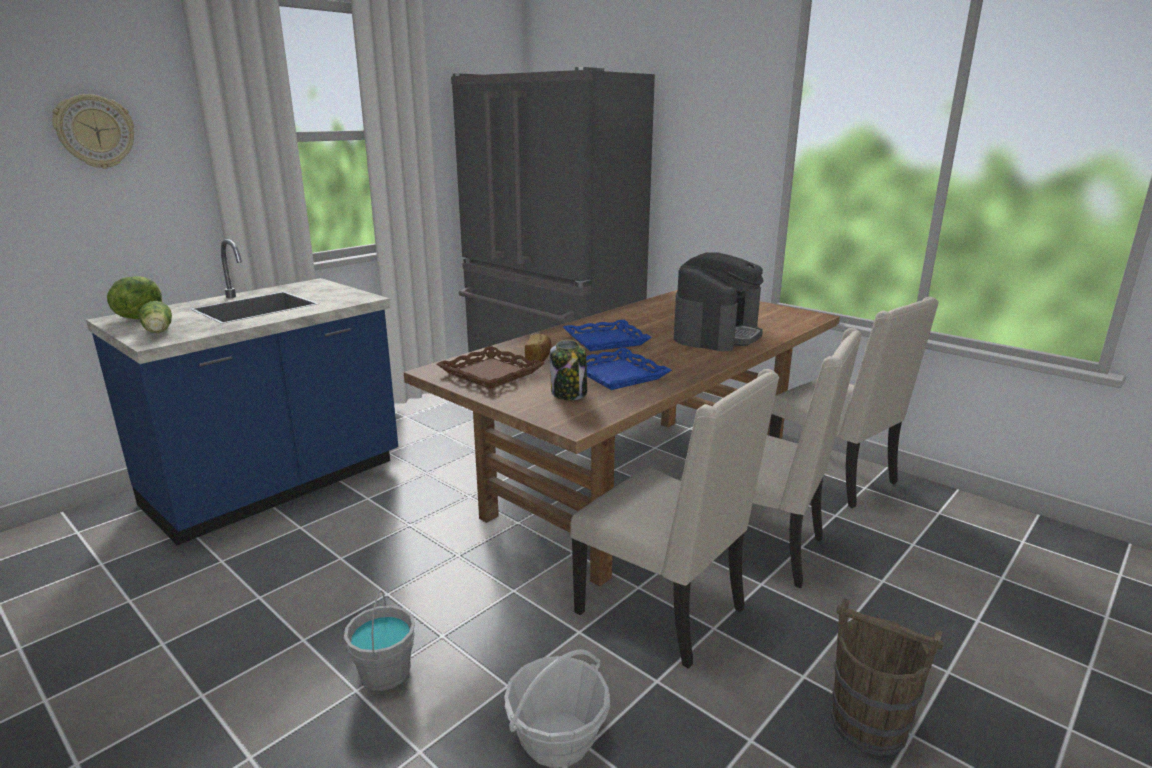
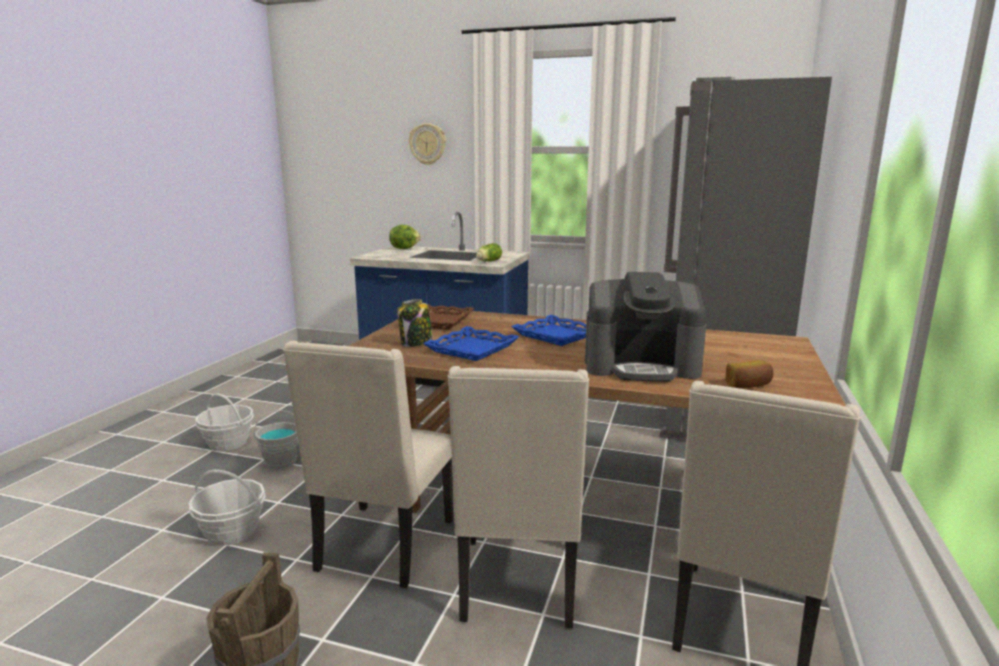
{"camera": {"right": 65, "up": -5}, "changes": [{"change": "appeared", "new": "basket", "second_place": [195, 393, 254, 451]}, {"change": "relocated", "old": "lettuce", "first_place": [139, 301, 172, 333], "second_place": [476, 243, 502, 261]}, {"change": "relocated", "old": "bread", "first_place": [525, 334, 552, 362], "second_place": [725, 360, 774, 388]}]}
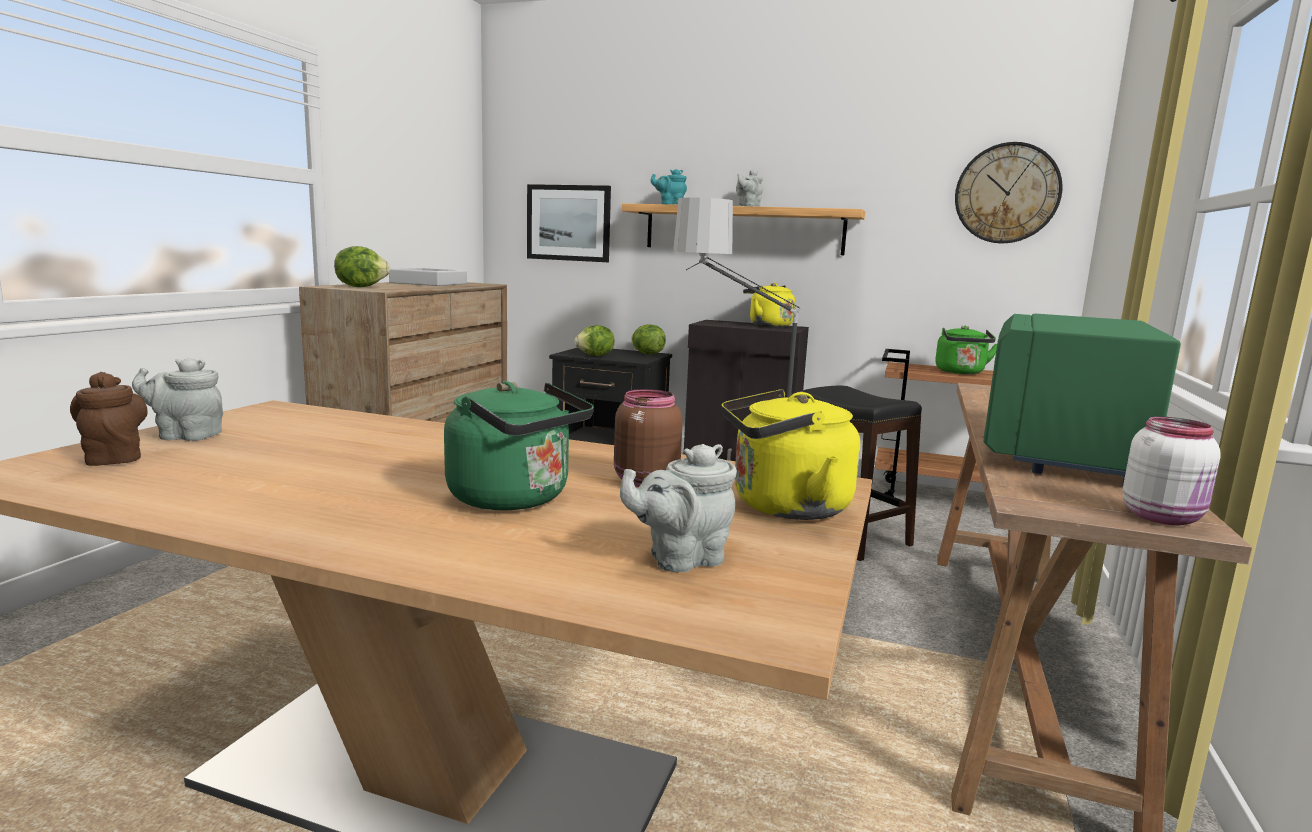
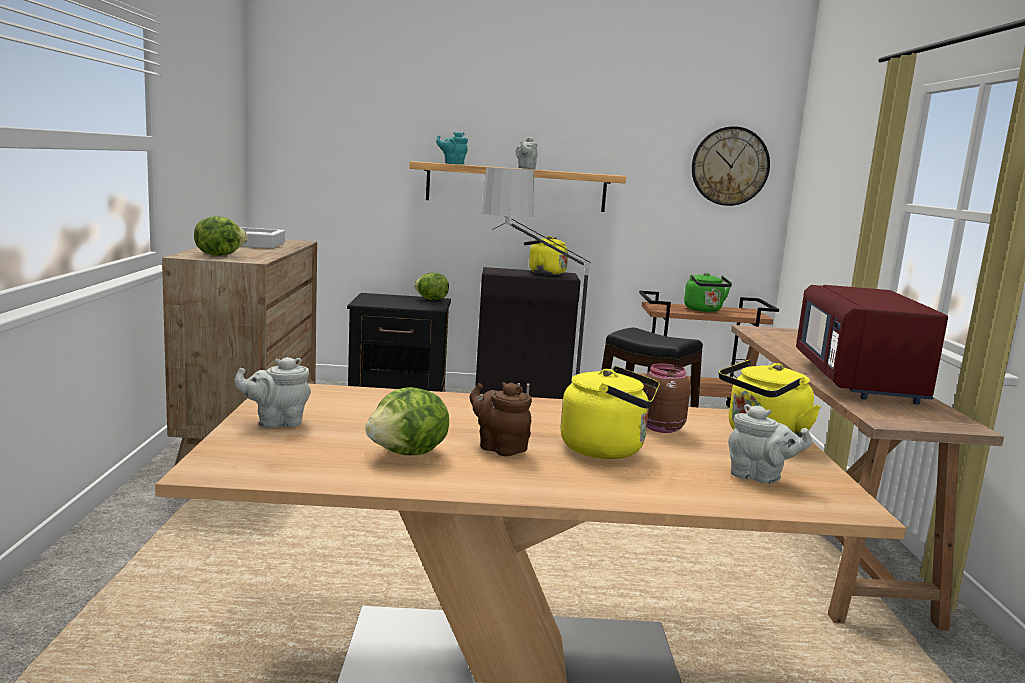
{"camera": {"right": -20, "up": 0}, "changes": [{"change": "relocated", "old": "lettuce", "first_place": [574, 325, 614, 356], "second_place": [365, 387, 449, 455]}, {"change": "relocated", "old": "teapot (brown)", "first_place": [70, 372, 148, 466], "second_place": [469, 382, 532, 456]}, {"change": "colour", "old": "kettle (green)", "new": "kettle (yellow)", "first_place": [444, 381, 594, 510], "second_place": [561, 366, 660, 459]}, {"change": "spun", "old": "teapot (grey)", "first_place": [620, 444, 737, 572], "second_place": [728, 404, 812, 484], "degrees": -105}, {"change": "colour", "old": "microwave (green)", "new": "microwave (red)", "first_place": [983, 314, 1181, 485], "second_place": [796, 285, 948, 405]}, {"change": "missing", "old": "picture", "first_place": [527, 184, 611, 262]}, {"change": "missing", "old": "jar (white)", "first_place": [1123, 416, 1221, 525]}]}
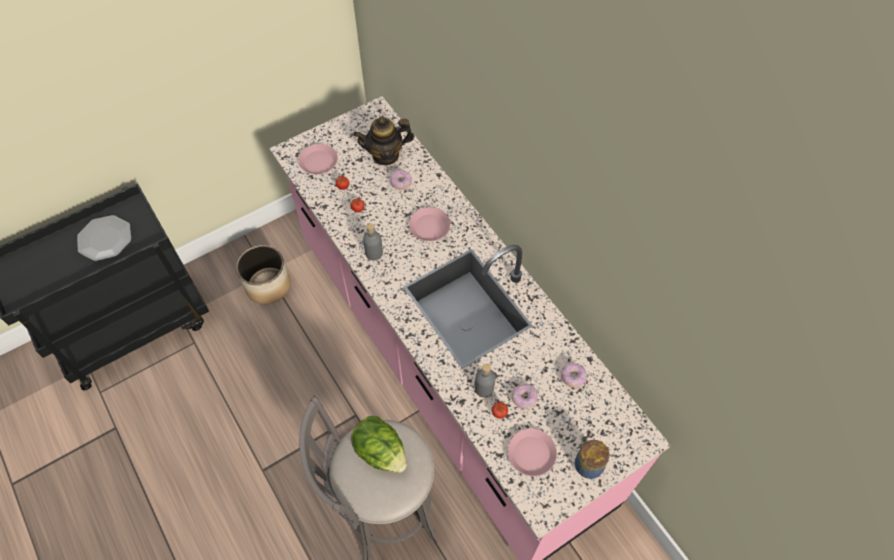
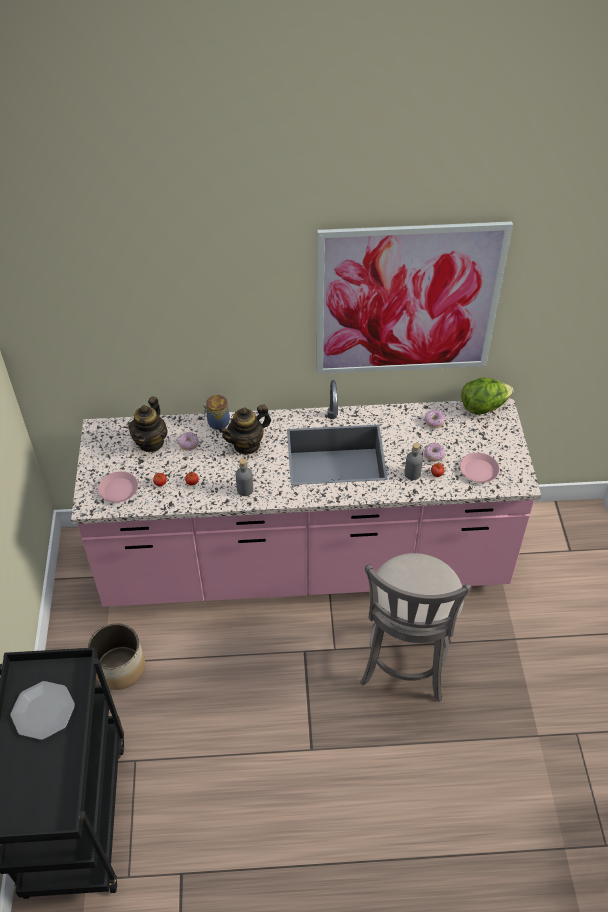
{"camera": {"right": -60, "up": -10}, "changes": [{"change": "relocated", "old": "jar", "first_place": [575, 439, 609, 479], "second_place": [203, 395, 230, 430]}, {"change": "exchanged", "old": "plate (pink)", "new": "teapot", "first_place": [409, 207, 450, 241], "second_place": [219, 405, 271, 455]}, {"change": "appeared", "new": "picture", "second_place": [317, 221, 513, 374]}, {"change": "relocated", "old": "lettuce", "first_place": [351, 416, 407, 473], "second_place": [462, 378, 514, 415]}]}
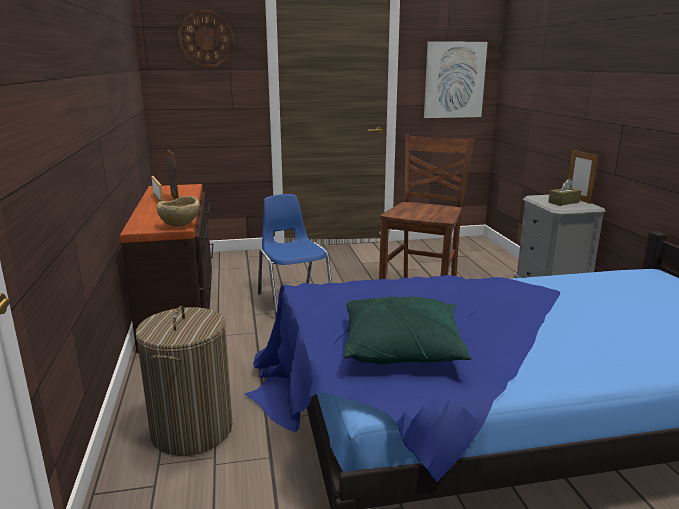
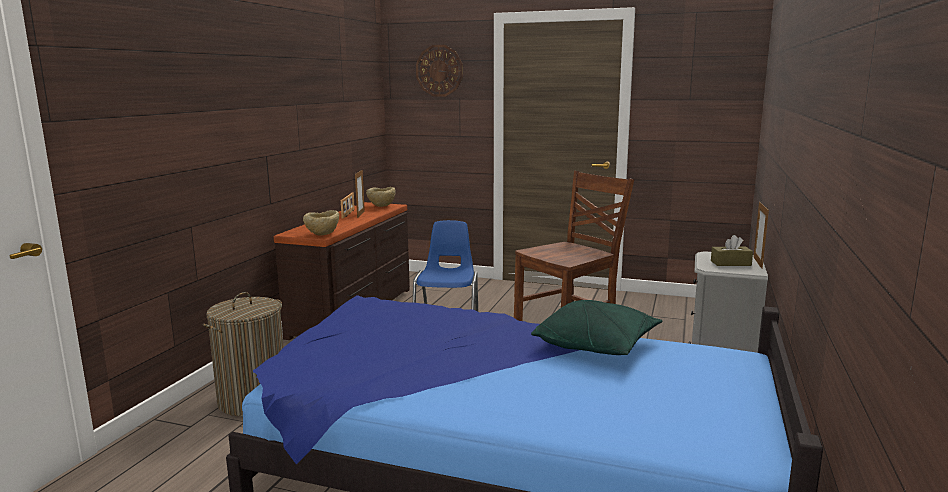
{"camera": {"right": 30, "up": -5}, "changes": [{"change": "appeared", "new": "bowl (beige)", "second_place": [366, 187, 395, 207]}, {"change": "relocated", "old": "pillow (green)", "first_place": [344, 297, 472, 364], "second_place": [531, 300, 663, 355]}, {"change": "missing", "old": "picture", "first_place": [424, 41, 488, 118]}]}
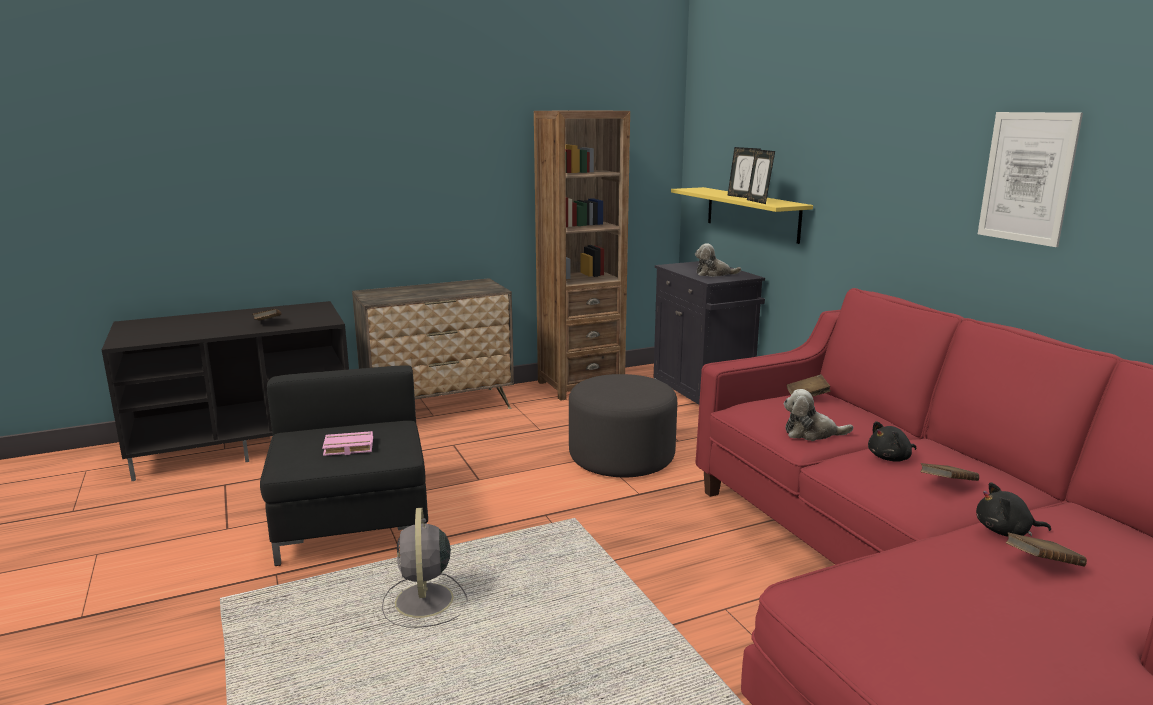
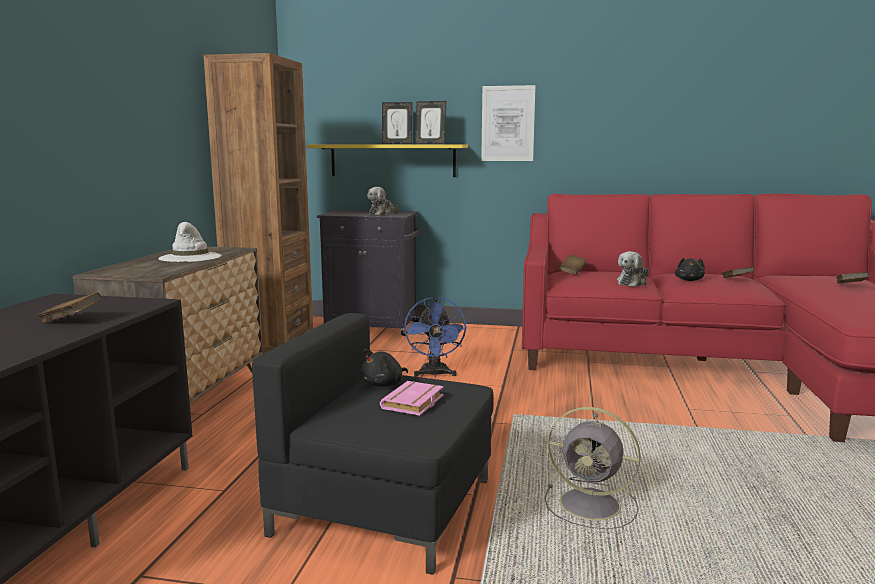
{"camera": {"right": -55, "up": -5}, "changes": [{"change": "appeared", "new": "hat (white)", "second_place": [158, 222, 222, 262]}, {"change": "relocated", "old": "plush toy (black)", "first_place": [976, 482, 1051, 537], "second_place": [361, 349, 408, 387]}, {"change": "exchanged", "old": "ottoman (grey)", "new": "fan (blue)", "first_place": [569, 374, 677, 477], "second_place": [404, 296, 467, 377]}, {"change": "relocated", "old": "picture", "first_place": [978, 112, 1083, 247], "second_place": [481, 85, 535, 161]}]}
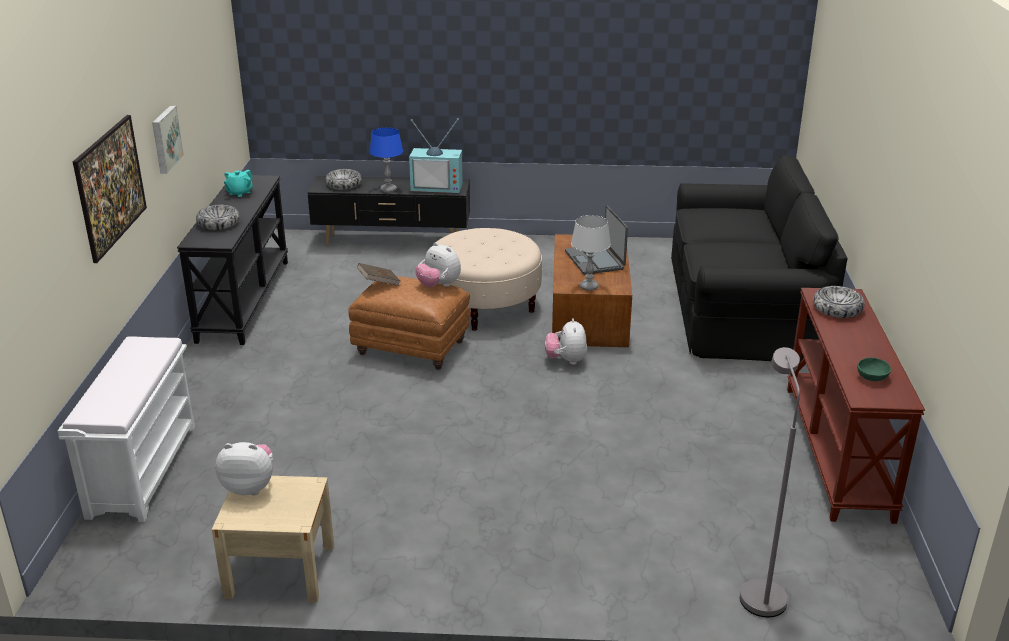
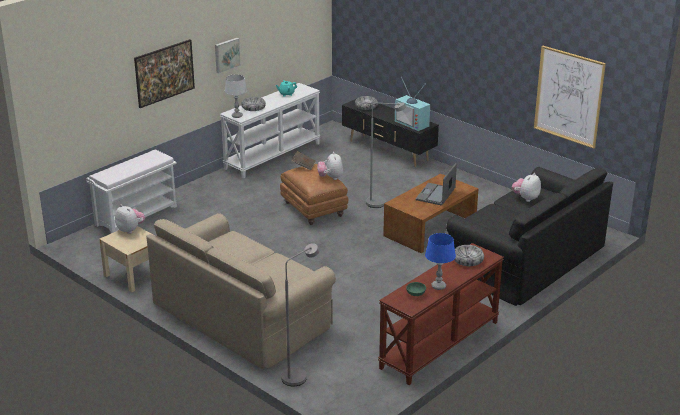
{"camera": {"right": 40, "up": 0}, "changes": [{"change": "appeared", "new": "sofa (beige)", "second_place": [146, 213, 336, 369]}, {"change": "colour", "old": "console table (black)", "new": "console table (white)", "first_place": [177, 175, 288, 345], "second_place": [220, 83, 320, 178]}, {"change": "relocated", "old": "table lamp (grey)", "first_place": [571, 215, 611, 291], "second_place": [225, 74, 247, 118]}, {"change": "exchanged", "old": "ottoman (beige)", "new": "floor lamp (grey)", "first_place": [436, 228, 543, 331], "second_place": [366, 102, 406, 208]}, {"change": "relocated", "old": "table lamp (blue)", "first_place": [369, 128, 403, 193], "second_place": [425, 233, 456, 290]}, {"change": "relocated", "old": "plush toy", "first_place": [545, 318, 587, 365], "second_place": [512, 173, 541, 202]}, {"change": "appeared", "new": "picture", "second_place": [534, 46, 606, 148]}]}
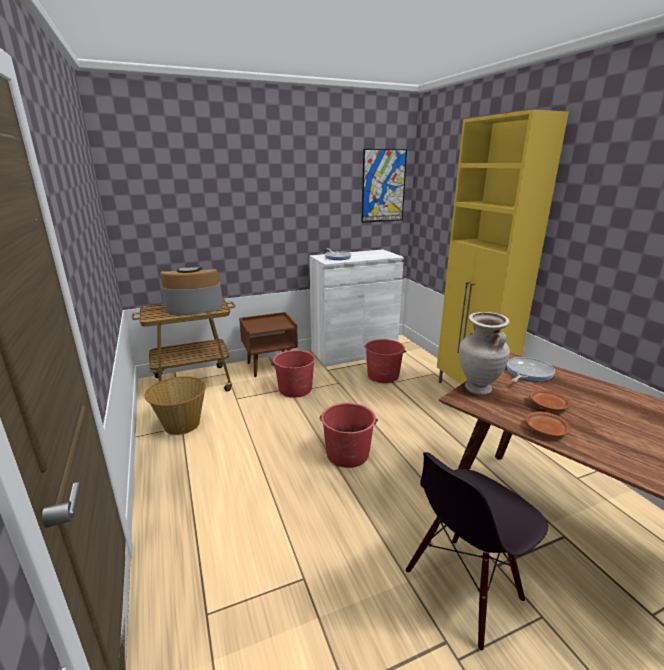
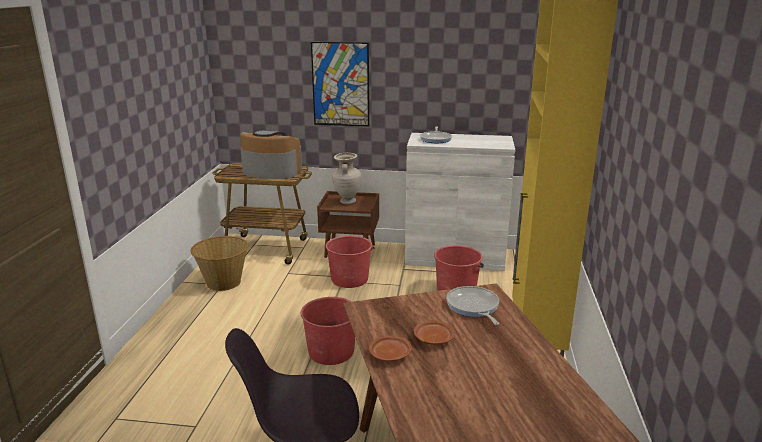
{"camera": {"right": 30, "up": 0}, "changes": [{"change": "relocated", "old": "picture", "first_place": [361, 149, 407, 223], "second_place": [311, 42, 369, 126]}, {"change": "relocated", "old": "vase (beige)", "first_place": [459, 312, 510, 395], "second_place": [332, 153, 362, 204]}, {"change": "spun", "old": "frying pan", "first_place": [507, 357, 555, 382], "second_place": [446, 286, 499, 325], "degrees": -90}]}
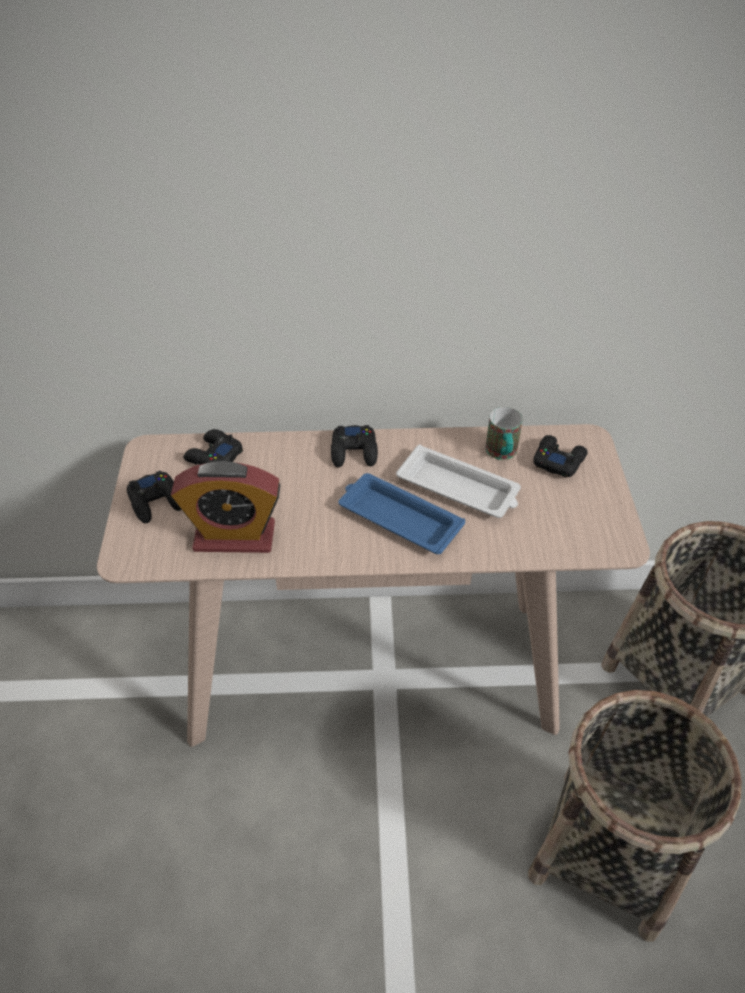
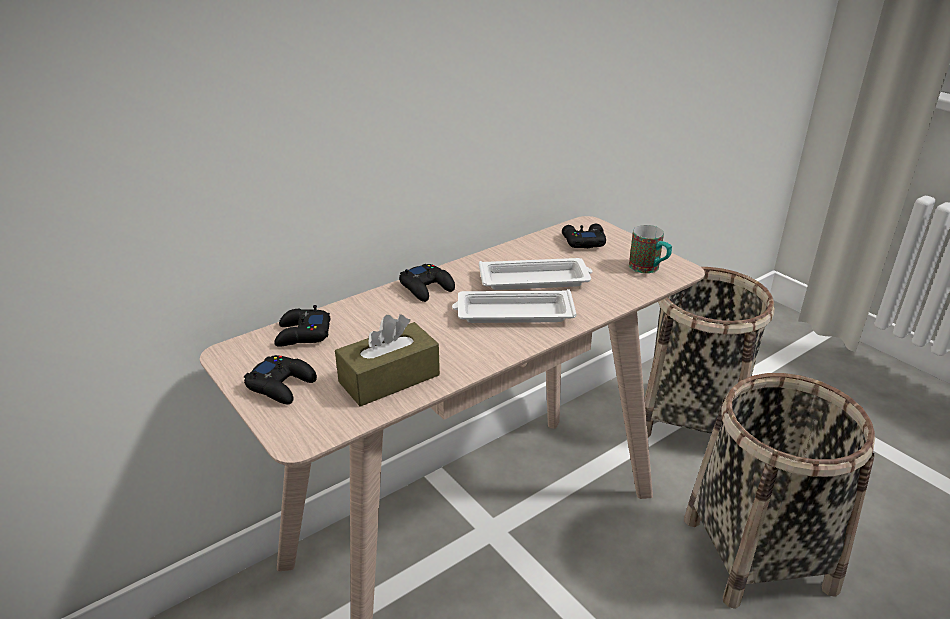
{"camera": {"right": -35, "up": -15}, "changes": [{"change": "exchanged", "old": "alarm clock", "new": "tissue box (brown)", "first_place": [171, 461, 280, 553], "second_place": [335, 314, 440, 407]}, {"change": "colour", "old": "tray (blue)", "new": "tray (white)", "first_place": [339, 473, 465, 554], "second_place": [452, 289, 576, 323]}, {"change": "relocated", "old": "mug", "first_place": [485, 407, 523, 460], "second_place": [629, 225, 672, 273]}]}
